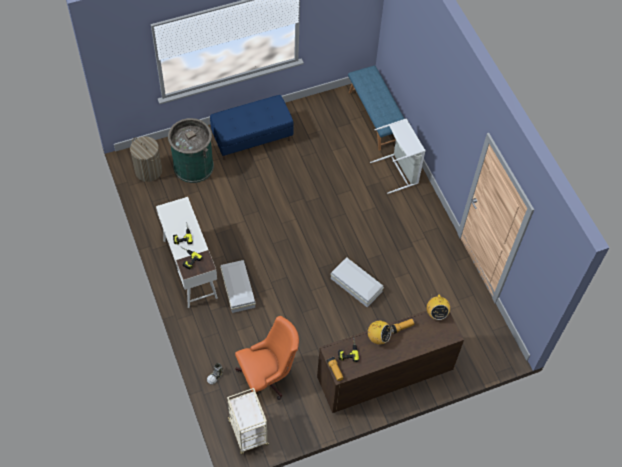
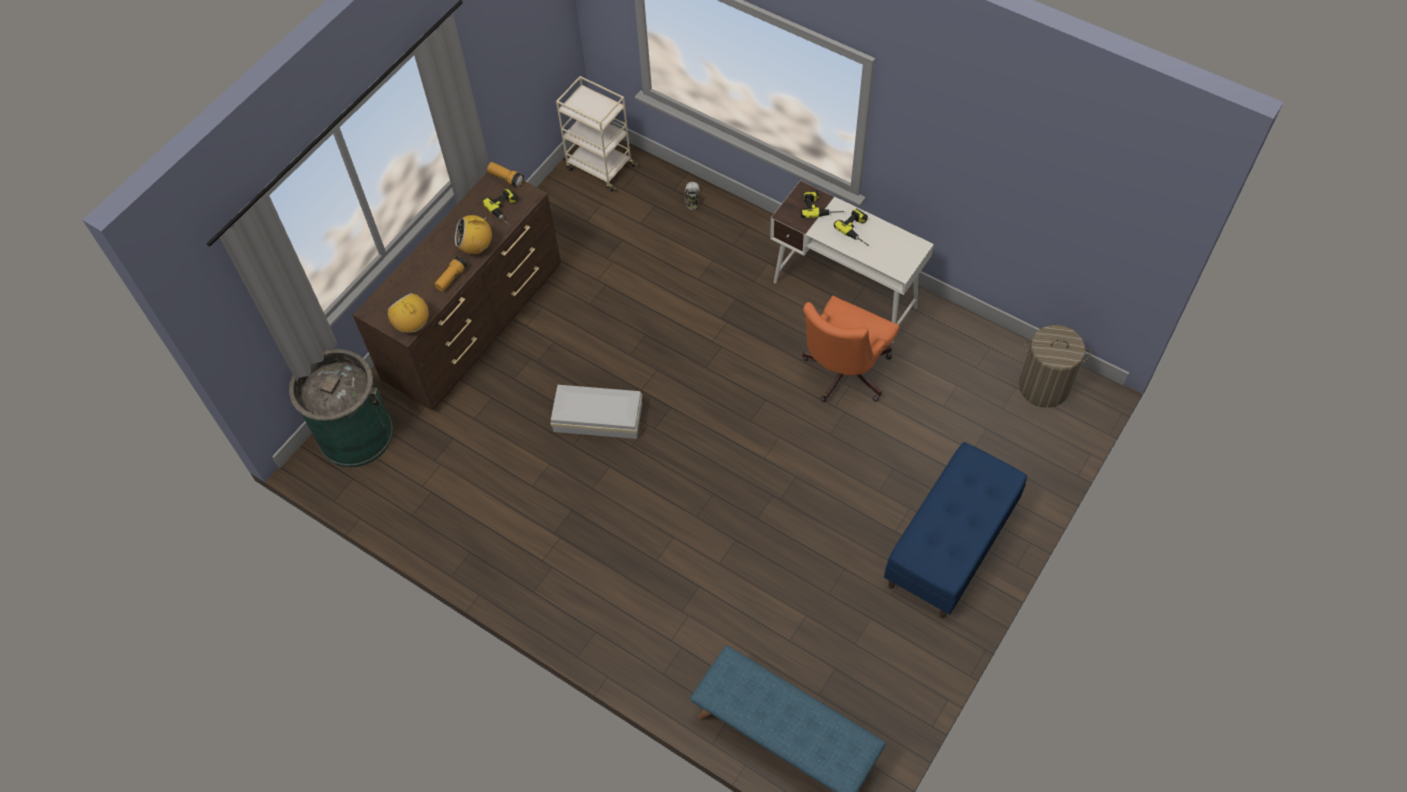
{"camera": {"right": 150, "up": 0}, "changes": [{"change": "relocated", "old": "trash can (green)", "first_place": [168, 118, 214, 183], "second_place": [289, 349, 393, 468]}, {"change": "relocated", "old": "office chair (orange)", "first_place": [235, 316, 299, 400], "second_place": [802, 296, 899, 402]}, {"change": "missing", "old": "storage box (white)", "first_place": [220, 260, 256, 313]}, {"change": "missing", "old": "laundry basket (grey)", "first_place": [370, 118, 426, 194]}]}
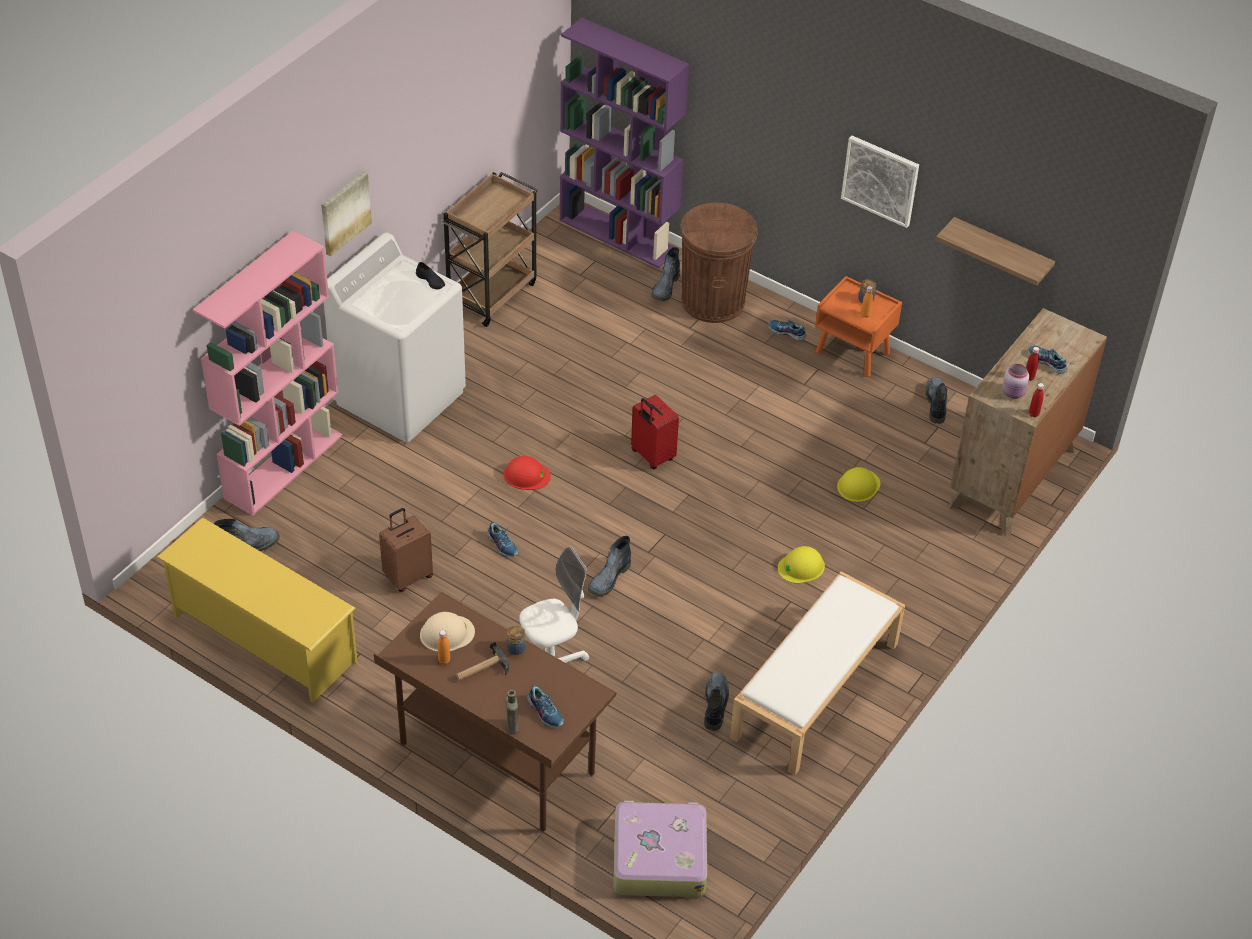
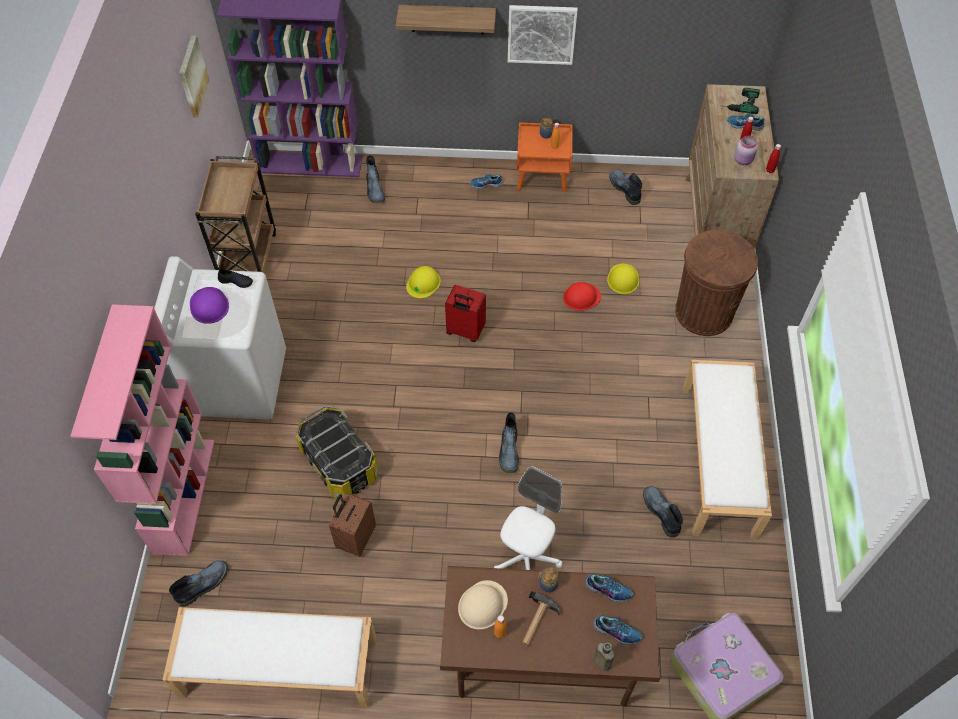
{"camera": {"right": -30, "up": 10}, "changes": [{"change": "exchanged", "old": "shoe rack (yellow)", "new": "bench (white)", "first_place": [157, 517, 358, 703], "second_place": [163, 607, 376, 708]}, {"change": "relocated", "old": "picture", "first_place": [321, 171, 372, 256], "second_place": [179, 35, 209, 118]}, {"change": "appeared", "new": "hard hat (purple)", "second_place": [190, 287, 229, 324]}, {"change": "appeared", "new": "storage box", "second_place": [295, 405, 378, 499]}, {"change": "relocated", "old": "shelf", "first_place": [936, 217, 1055, 286], "second_place": [396, 5, 496, 34]}, {"change": "relocated", "old": "hard hat (yellow)", "first_place": [778, 546, 825, 584], "second_place": [406, 266, 441, 298]}, {"change": "relocated", "old": "hard hat (red)", "first_place": [504, 456, 551, 490], "second_place": [563, 282, 601, 311]}, {"change": "relocated", "old": "shoe", "first_place": [487, 522, 519, 557], "second_place": [585, 572, 633, 602]}, {"change": "relocated", "old": "trash can (brown)", "first_place": [680, 203, 758, 323], "second_place": [675, 230, 758, 336]}, {"change": "appeared", "new": "power drill", "second_place": [725, 88, 760, 114]}]}
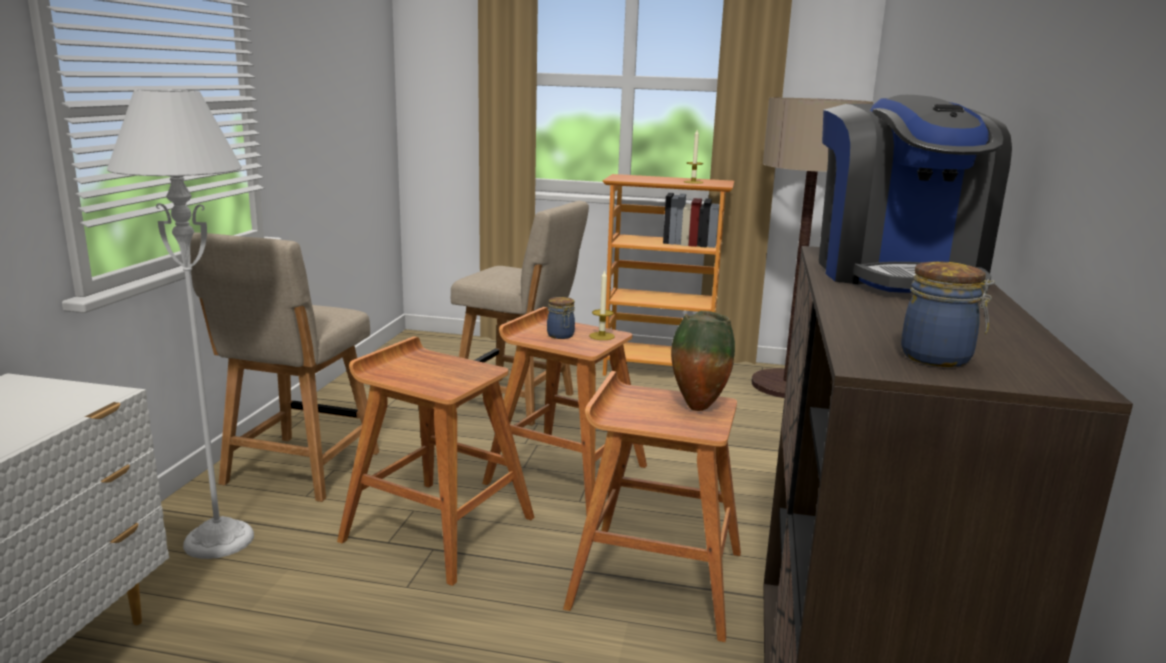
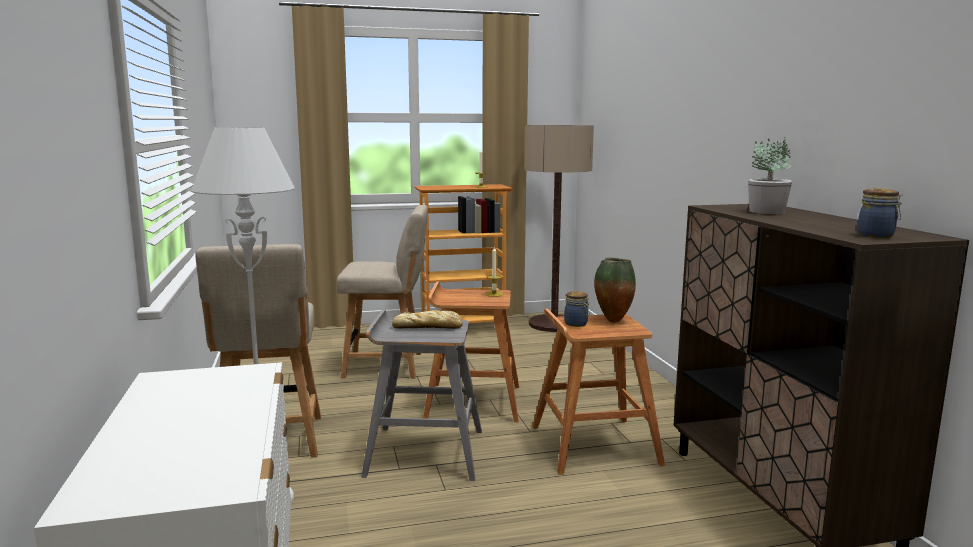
{"camera": {"right": -25, "up": -5}, "changes": [{"change": "colour", "old": "stool (brown)", "new": "stool (grey)", "first_place": [337, 336, 534, 586], "second_place": [361, 310, 482, 481]}, {"change": "appeared", "new": "bread", "second_place": [392, 310, 463, 329]}, {"change": "relocated", "old": "jar", "first_place": [547, 297, 575, 339], "second_place": [564, 291, 589, 327]}, {"change": "exchanged", "old": "coffee machine", "new": "potted plant", "first_place": [819, 95, 1012, 293], "second_place": [748, 137, 792, 214]}]}
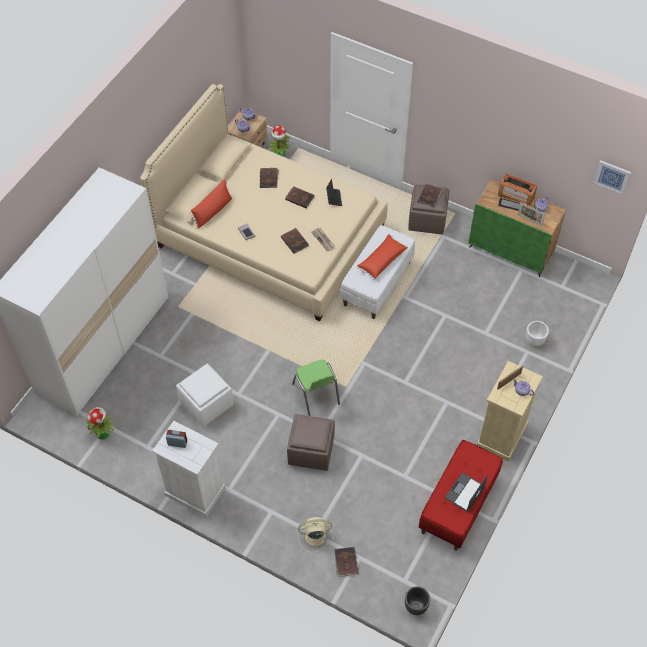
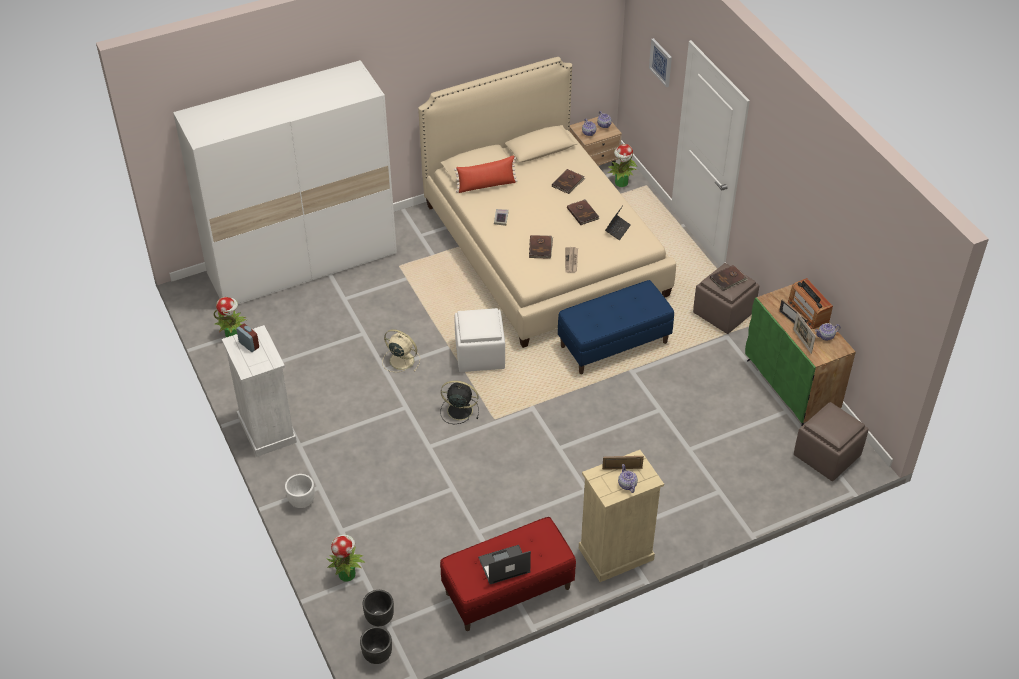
{"camera": {"right": 35, "up": -10}, "changes": [{"change": "relocated", "old": "planter (white)", "first_place": [526, 321, 549, 346], "second_place": [285, 474, 315, 508]}, {"change": "exchanged", "old": "book (brown)", "new": "potted plant", "first_place": [334, 547, 359, 577], "second_place": [326, 535, 365, 582]}, {"change": "appeared", "new": "planter (black)", "second_place": [363, 590, 394, 626]}, {"change": "relocated", "old": "fan (beige)", "first_place": [298, 517, 334, 552], "second_place": [382, 329, 420, 372]}, {"change": "exchanged", "old": "chair (green)", "new": "fan (black)", "first_place": [292, 359, 340, 416], "second_place": [440, 381, 479, 424]}, {"change": "relocated", "old": "ottoman (white)", "first_place": [176, 363, 234, 427], "second_place": [455, 308, 505, 372]}, {"change": "colour", "old": "bench (white)", "new": "bench (blue)", "first_place": [340, 225, 415, 319], "second_place": [558, 280, 674, 374]}, {"change": "relocated", "old": "picture", "first_place": [593, 160, 631, 195], "second_place": [649, 38, 672, 87]}, {"change": "relocated", "old": "ottoman (brown)", "first_place": [287, 414, 335, 471], "second_place": [794, 402, 869, 481]}, {"change": "missing", "old": "pillow (red)", "first_place": [357, 234, 408, 280]}]}
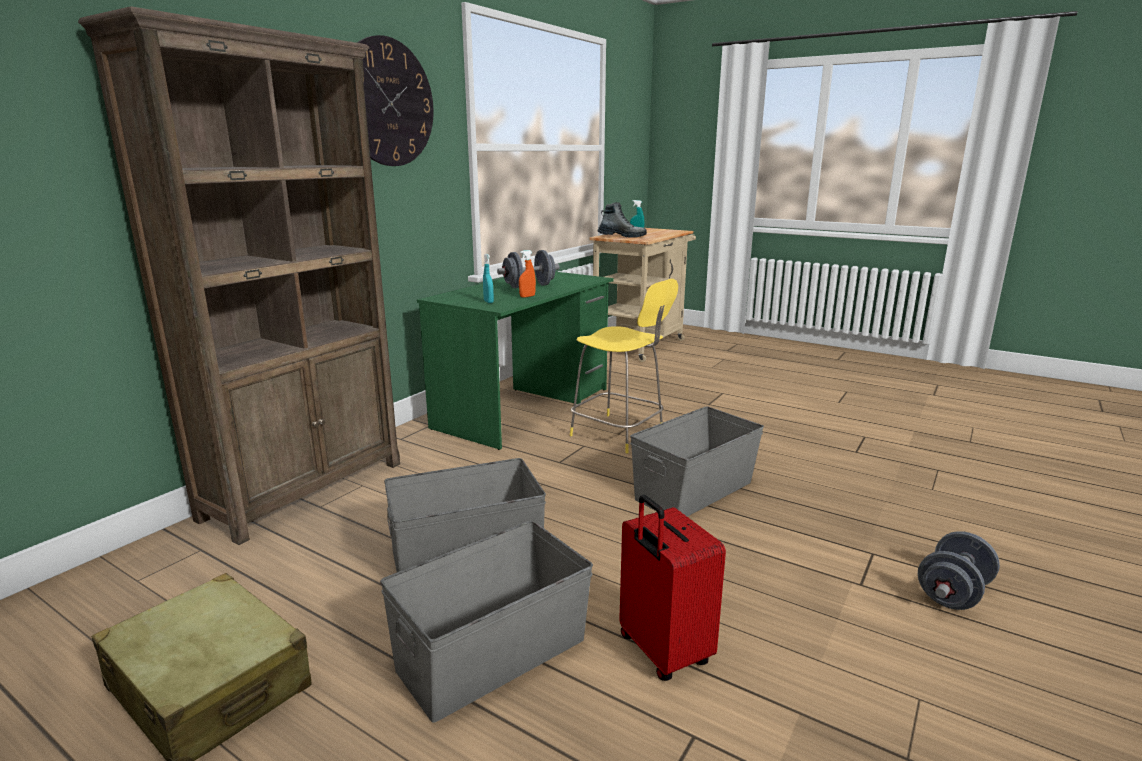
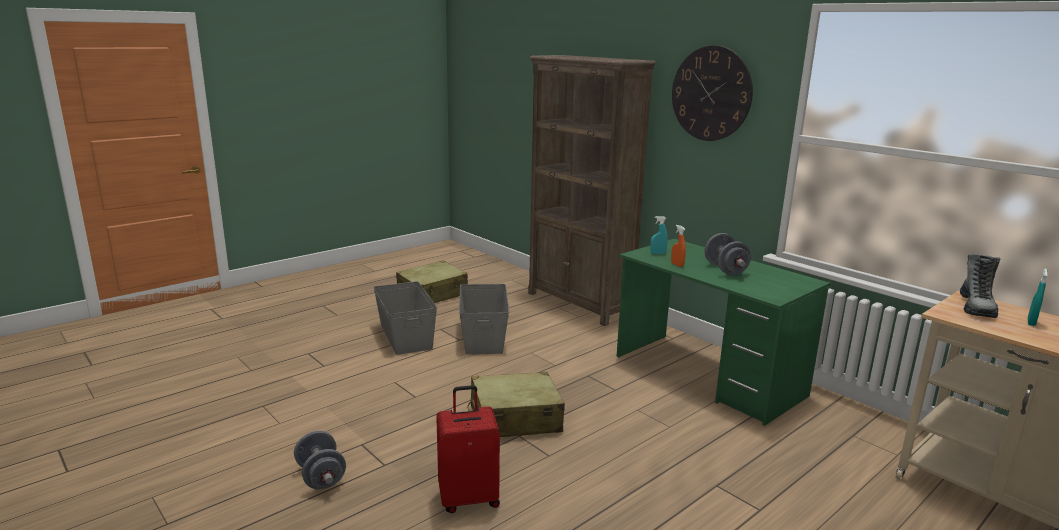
{"camera": {"right": 105, "up": 0}, "changes": [{"change": "relocated", "old": "suitcase (red)", "first_place": [619, 495, 726, 681], "second_place": [436, 385, 500, 513]}, {"change": "exchanged", "old": "storage box (grey)", "new": "suitcase (beige)", "first_place": [630, 407, 764, 517], "second_place": [467, 372, 565, 437]}, {"change": "missing", "old": "stool (yellow)", "first_place": [570, 279, 678, 453]}]}
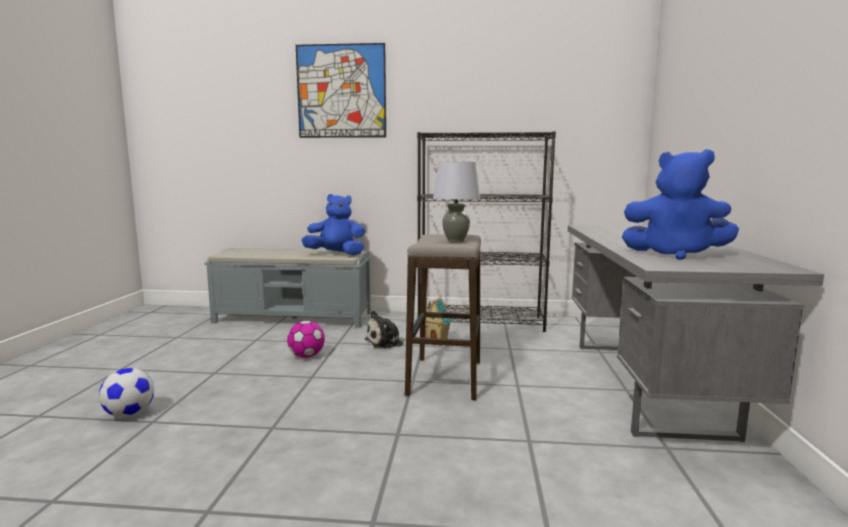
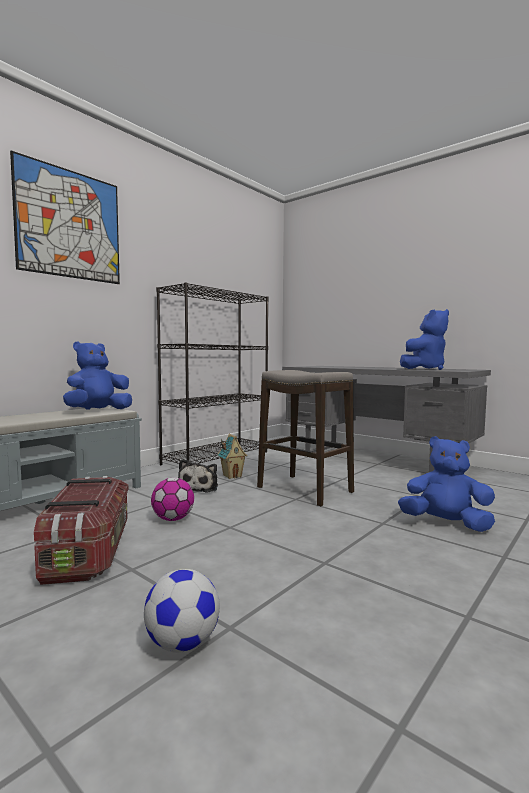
{"camera": {"right": -55, "up": -5}, "changes": [{"change": "appeared", "new": "storage box", "second_place": [34, 476, 128, 585]}, {"change": "appeared", "new": "plush toy (blue)", "second_place": [398, 436, 495, 532]}, {"change": "missing", "old": "table lamp (grey)", "first_place": [433, 162, 480, 242]}]}
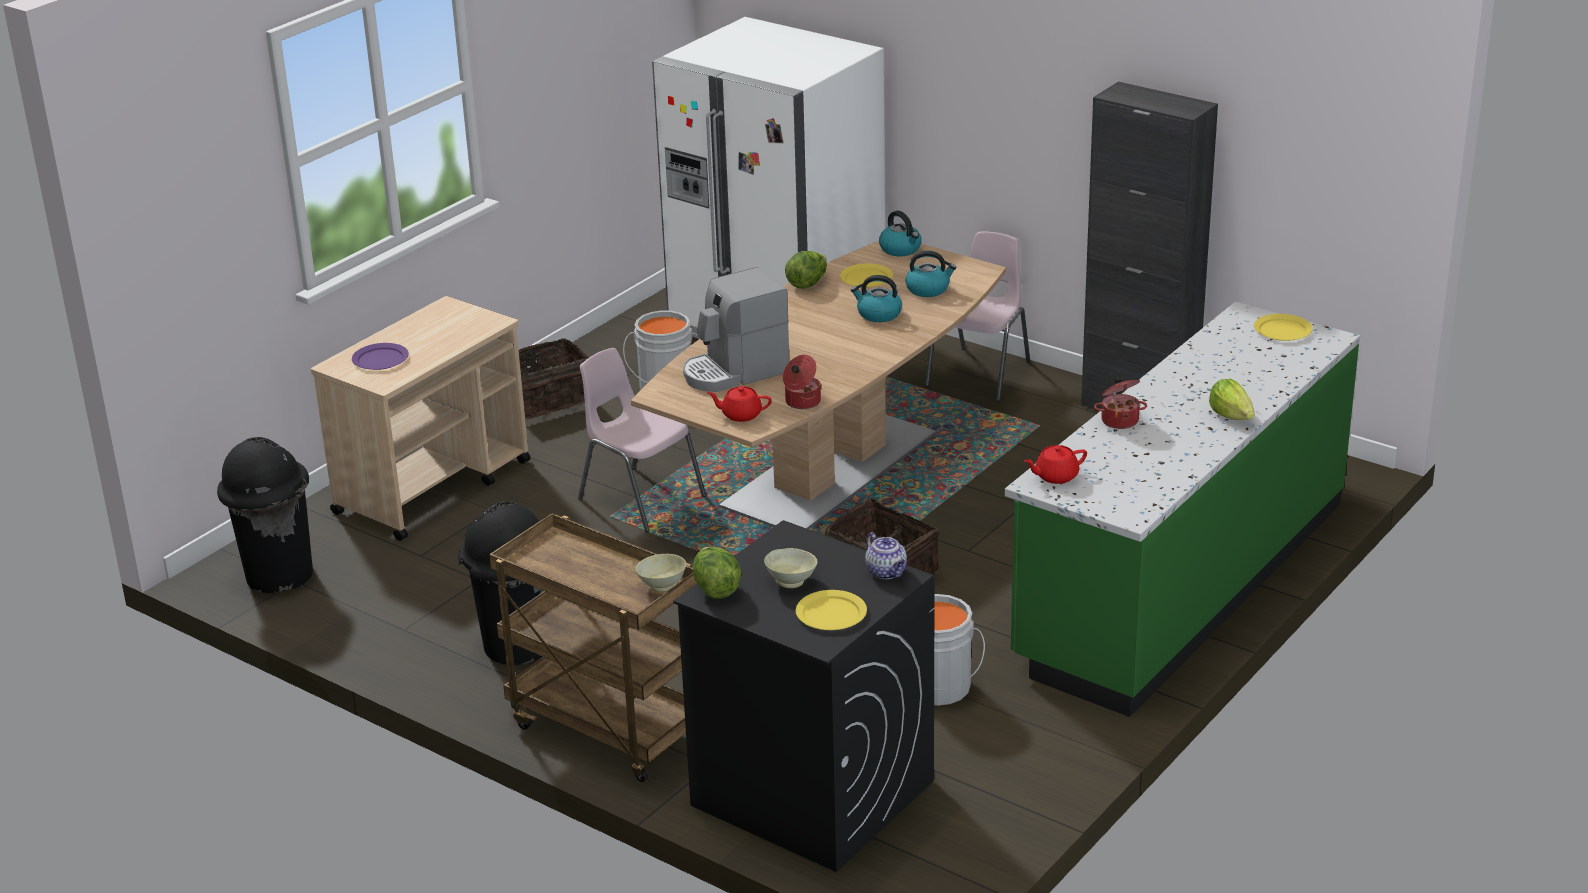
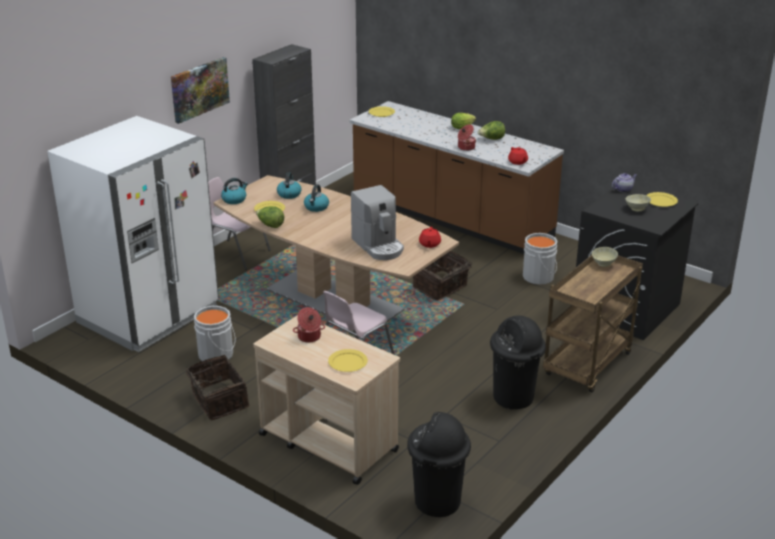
{"camera": {"right": -90, "up": 0}, "changes": [{"change": "appeared", "new": "picture", "second_place": [171, 57, 230, 124]}, {"change": "relocated", "old": "cooking pot", "first_place": [783, 355, 822, 409], "second_place": [293, 307, 325, 342]}, {"change": "colour", "old": "plate (purple)", "new": "plate (yellow)", "first_place": [352, 343, 409, 370], "second_place": [328, 349, 368, 372]}, {"change": "colour", "old": "counter (green)", "new": "counter (brown)", "first_place": [1005, 302, 1360, 717], "second_place": [349, 101, 564, 254]}, {"change": "relocated", "old": "lettuce", "first_place": [693, 547, 741, 599], "second_place": [478, 121, 505, 140]}]}
